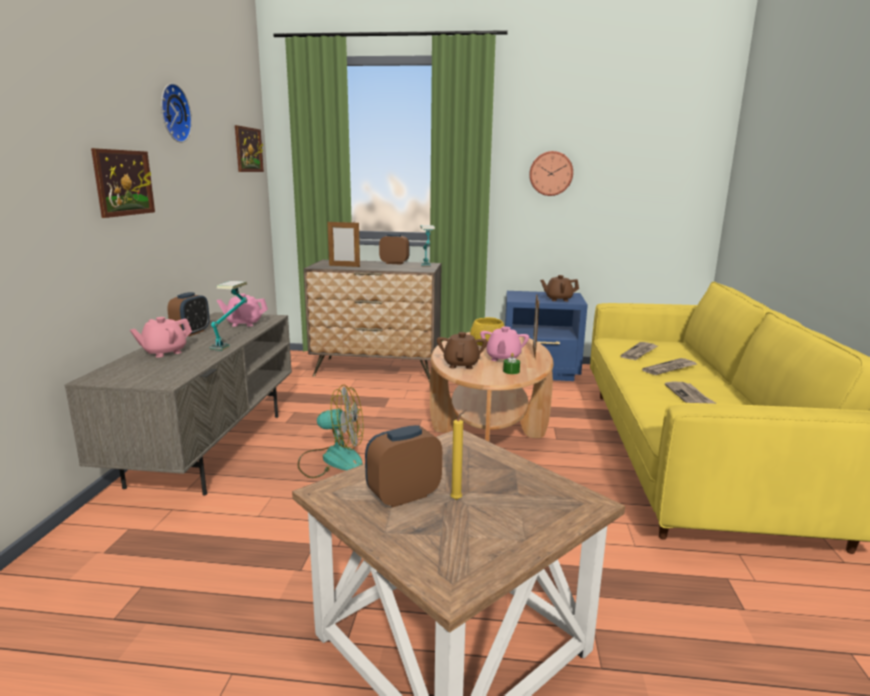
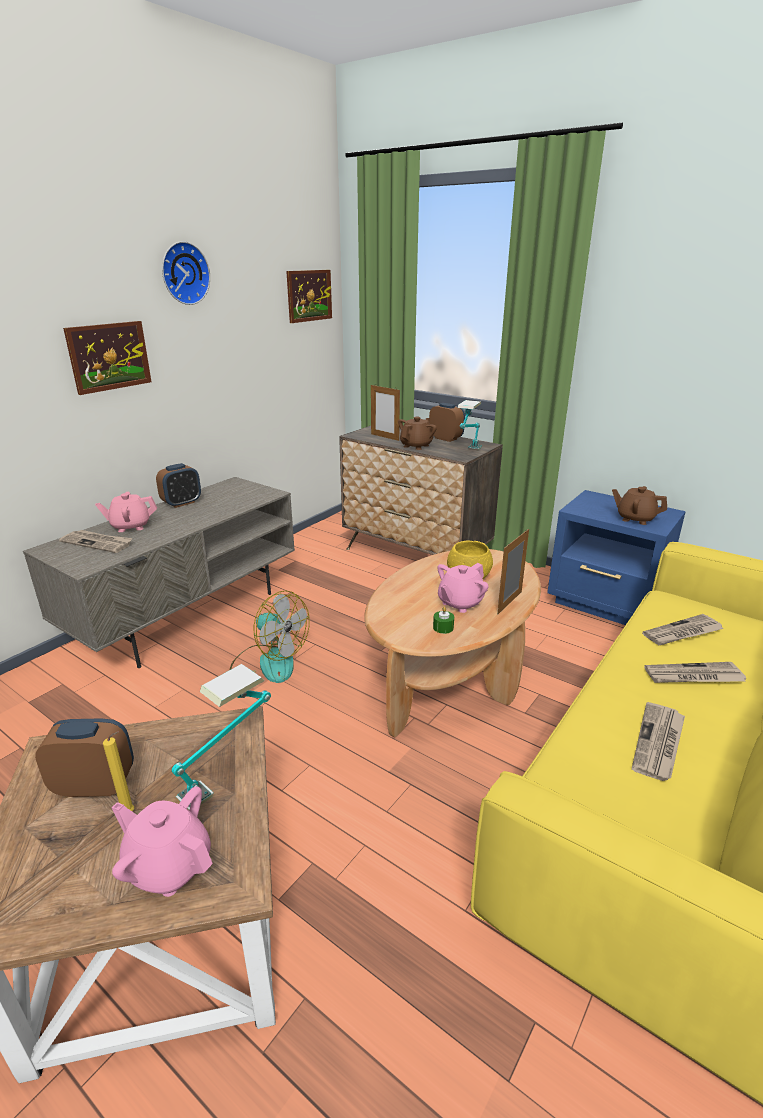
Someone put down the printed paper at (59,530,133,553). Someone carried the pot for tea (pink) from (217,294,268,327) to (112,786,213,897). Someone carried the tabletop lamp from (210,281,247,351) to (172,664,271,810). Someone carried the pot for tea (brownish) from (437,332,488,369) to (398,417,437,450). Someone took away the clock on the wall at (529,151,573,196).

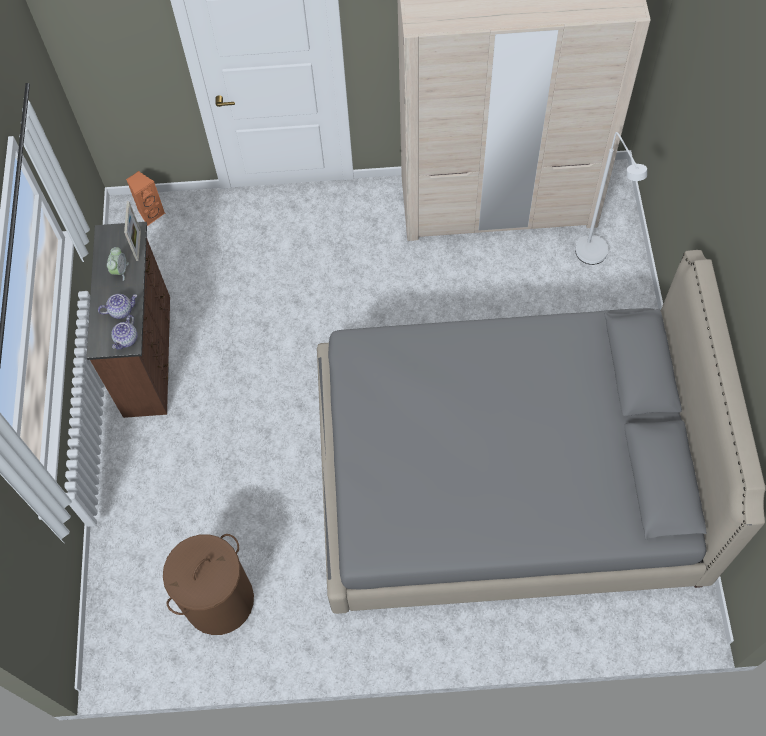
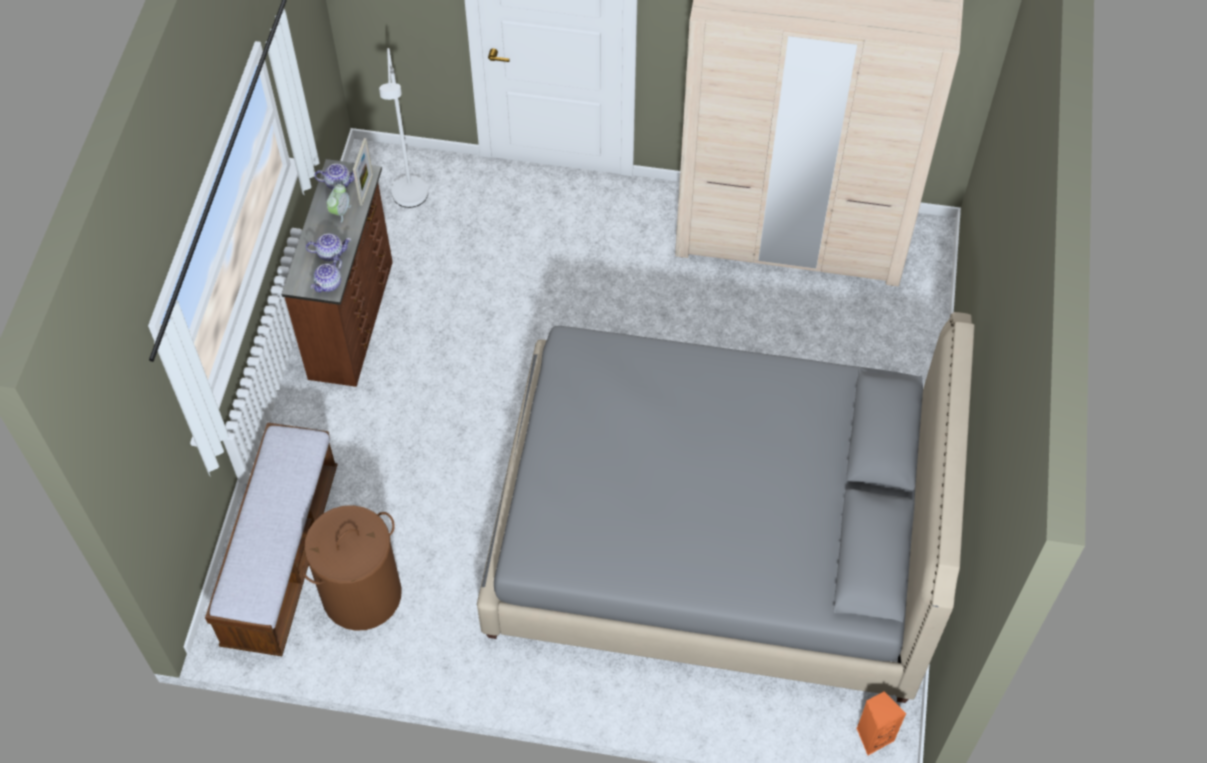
Someone put down the bench at (205,422,338,656). Someone put down the pot for tea at (314,164,355,190). Someone carried the standing lamp (white) from (575,132,647,265) to (379,48,428,208). Someone carried the speaker (orange-coloured) from (126,171,165,226) to (857,691,906,755).

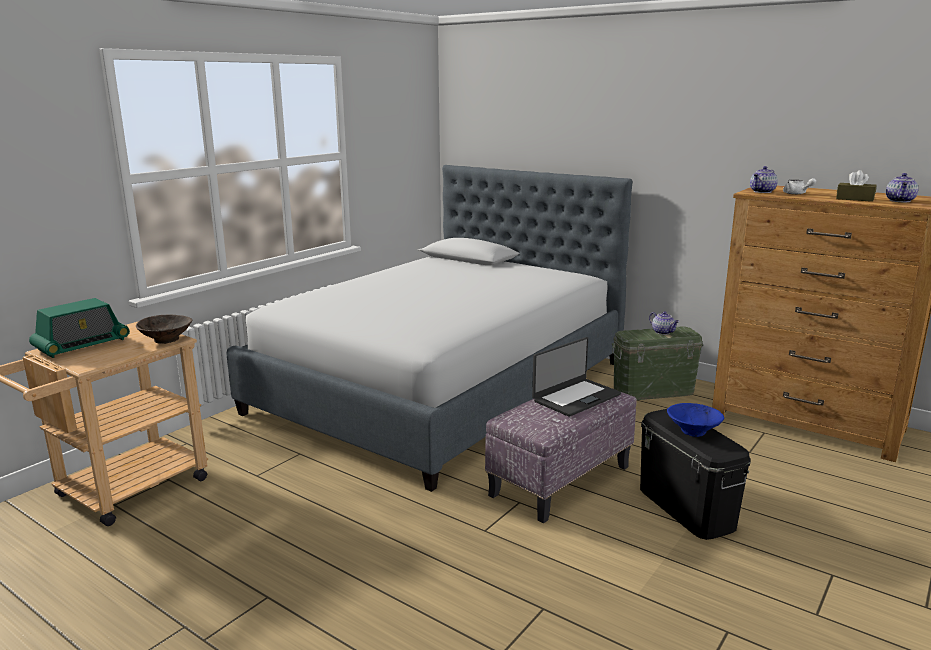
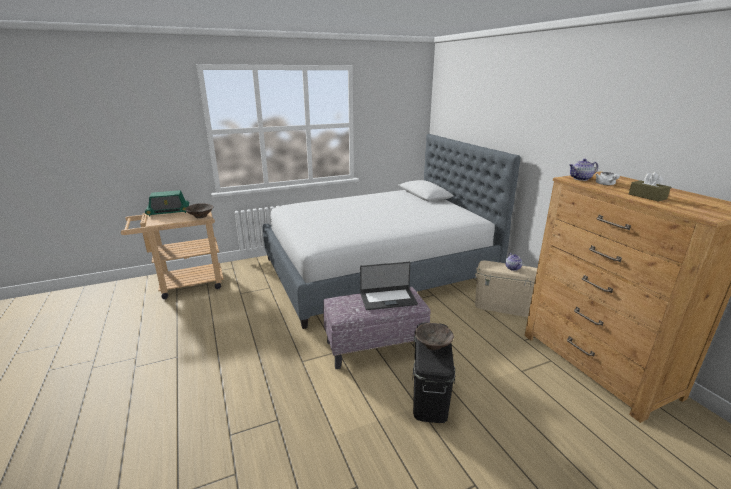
Someone repainted the serving bowl (bluish) at (667,403,724,437), which became the serving bowl (brownish) at (415,323,454,350). Someone repainted the storage box (greenish) at (612,327,703,400), which became the storage box (beige-coloured) at (475,261,537,317). Someone took away the pot for tea at (886,173,918,202).

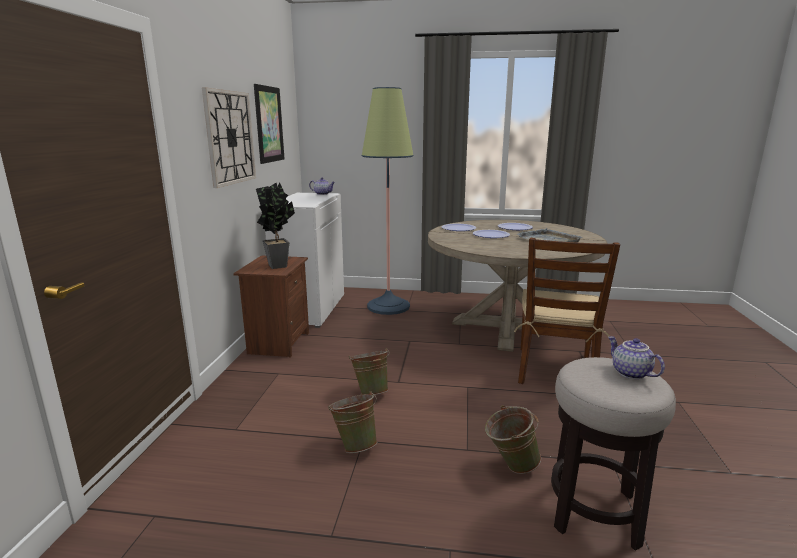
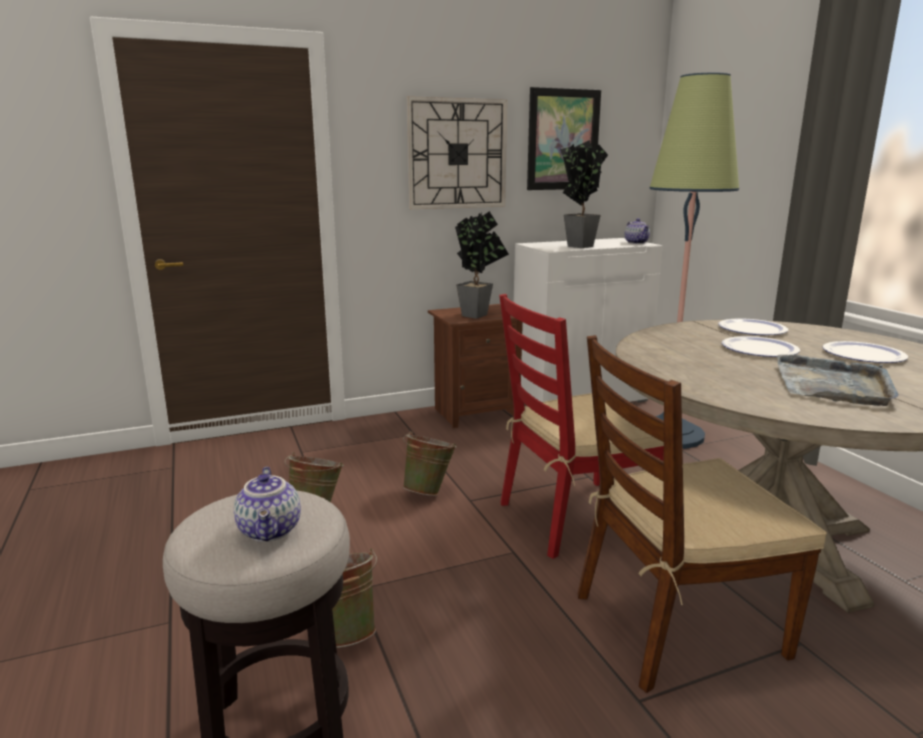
Someone rotated the pot for tea at (608,336,665,379) by 135 degrees clockwise. Someone put down the plain chair (red-coloured) at (499,294,664,559). Someone put down the houseplant at (560,140,608,248).

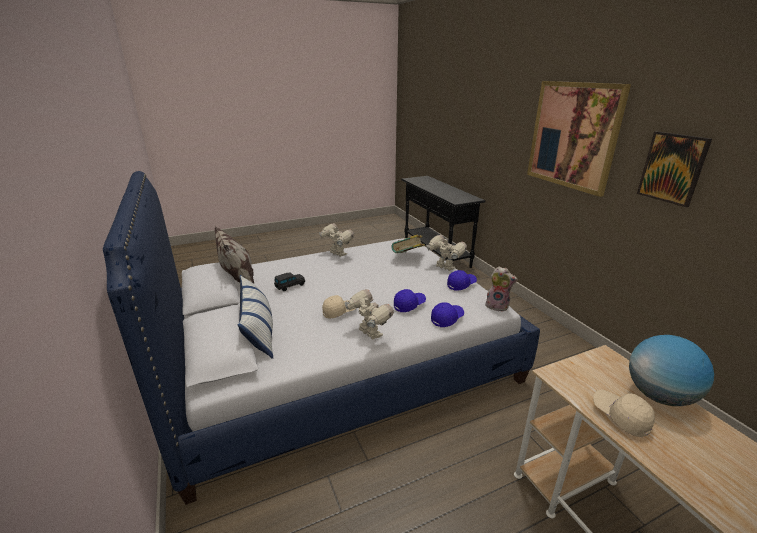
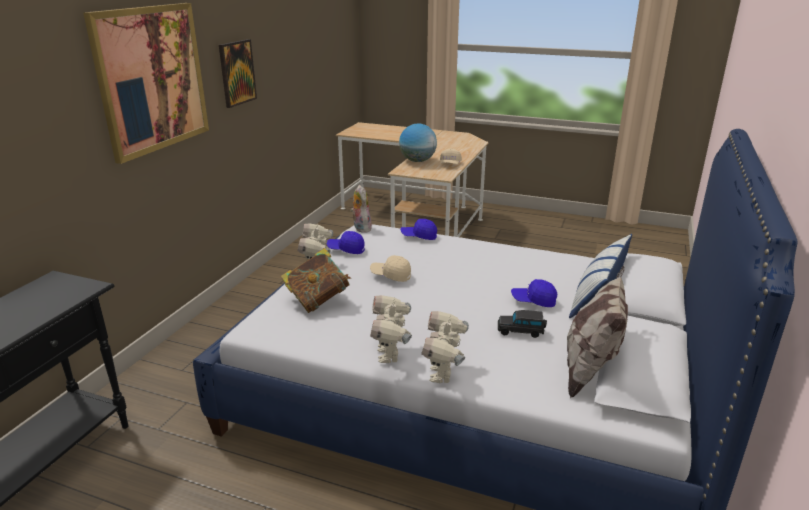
Someone carried the cap (beige-coloured) from (322,295,356,319) to (370,255,411,282). Someone carried the toy robot from (345,289,394,340) to (421,311,469,383). Someone carried the cap (bluish) from (394,289,426,312) to (511,279,557,307).

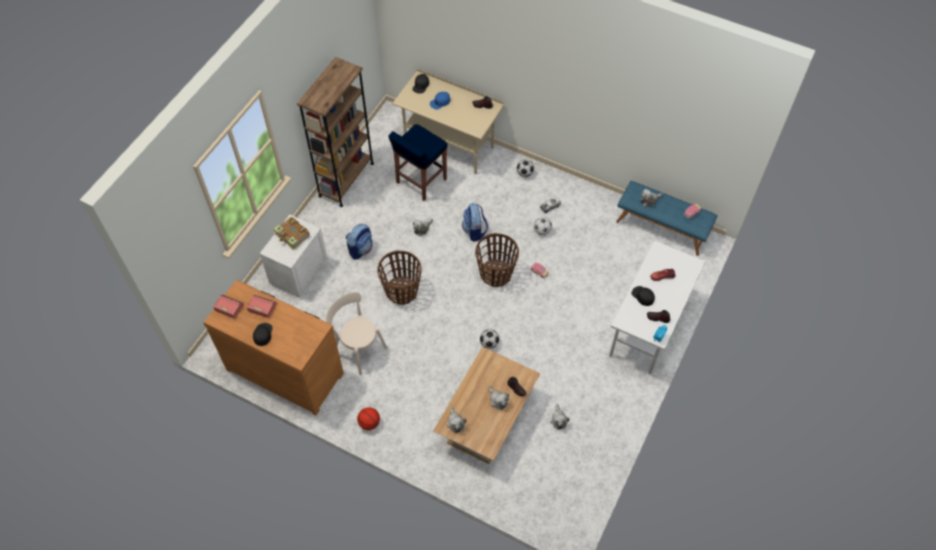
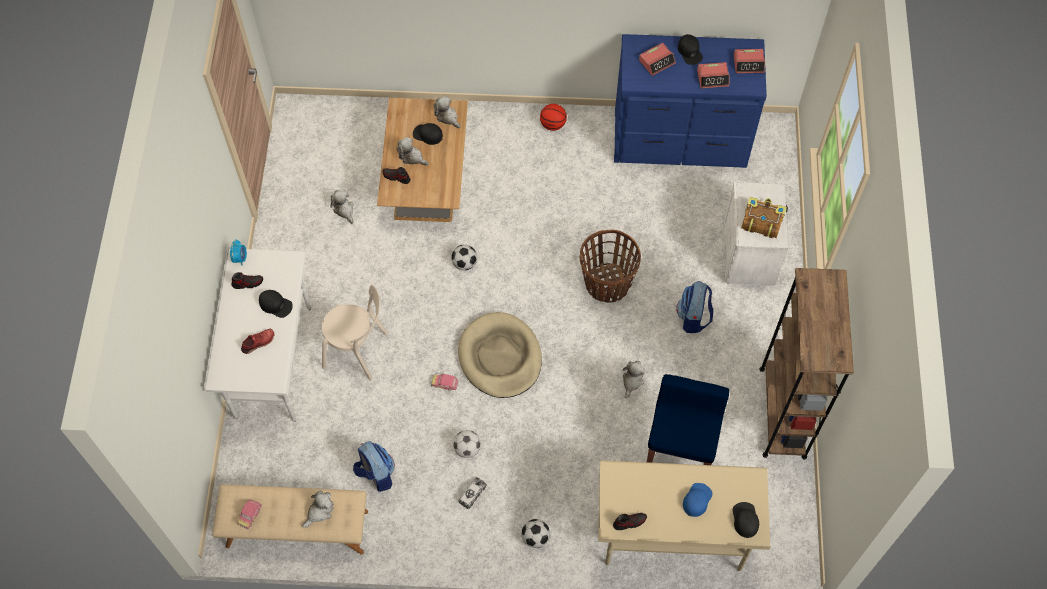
Someone repainted the bench (bluish) at (616,181,718,256), which became the bench (beige-coloured) at (212,484,368,555). Someone carried the plain chair (beige-coloured) from (325,292,387,375) to (322,285,388,381). Someone carried the rucksack from (462,203,488,242) to (353,441,395,492). Someone put down the cap (black-coloured) at (413,123,443,145). Someone swapped the household basket at (475,233,519,287) for the dog bed (beige-coloured) at (458,312,542,398). Someone repainted the drawer chest (brownish) at (203,280,344,416), which became the drawer chest (bluish) at (614,34,767,168). Someone put down the table clock at (639,43,676,76).

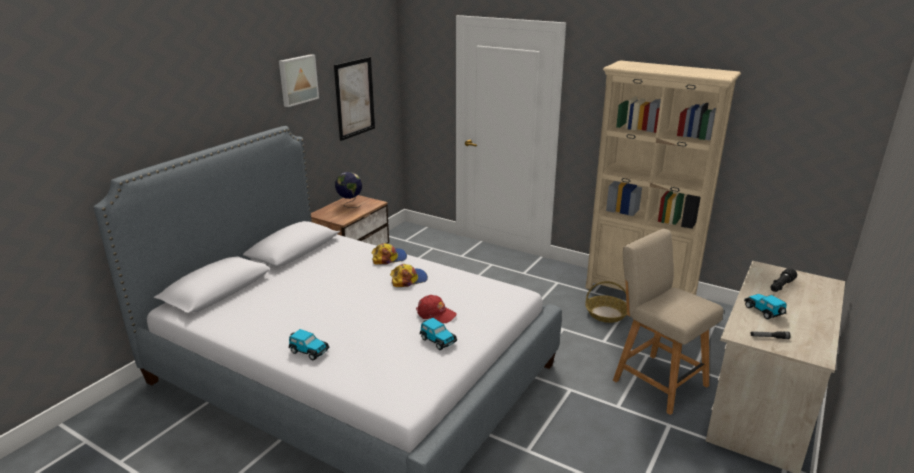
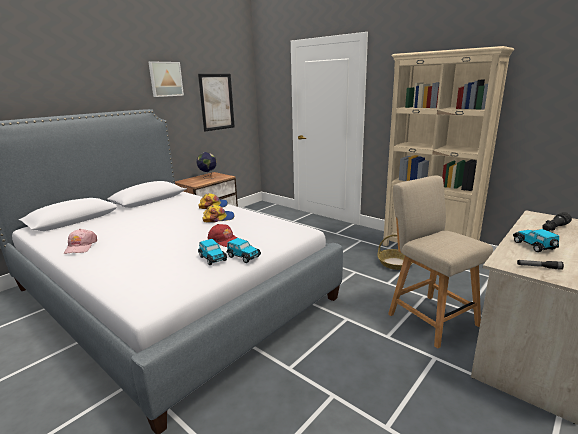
Someone put down the cap (pink) at (64,229,97,254). Someone carried the model car from (289,329,329,360) to (226,238,261,263).

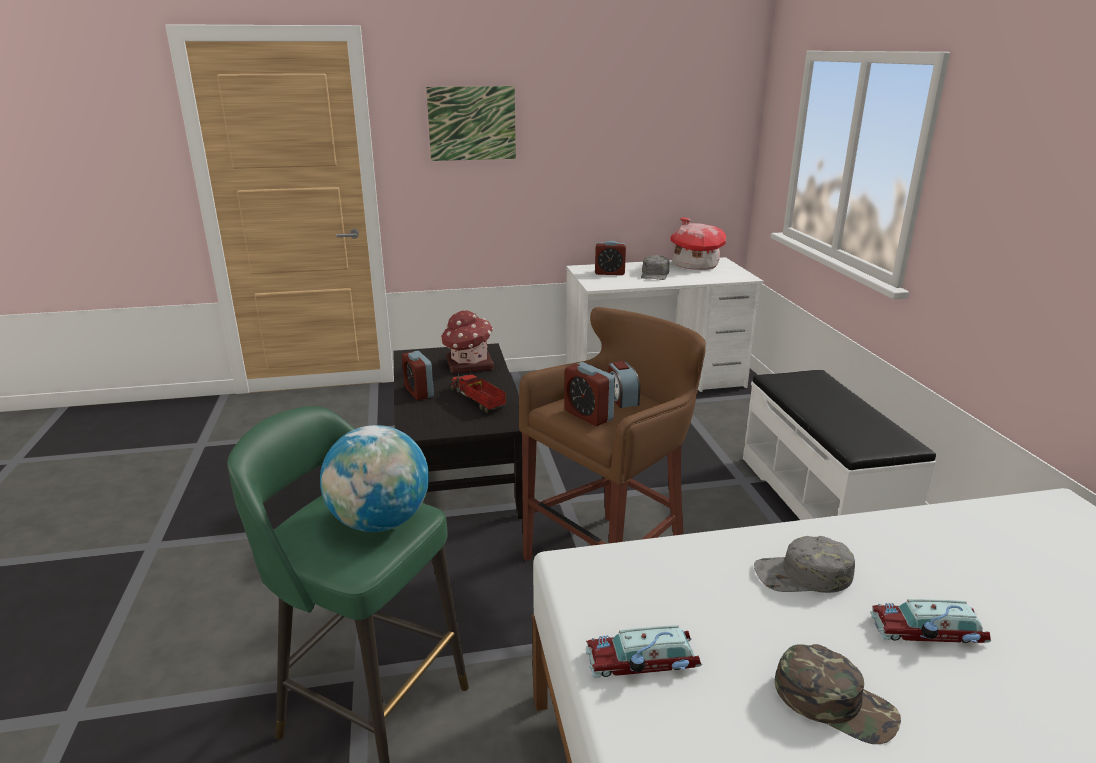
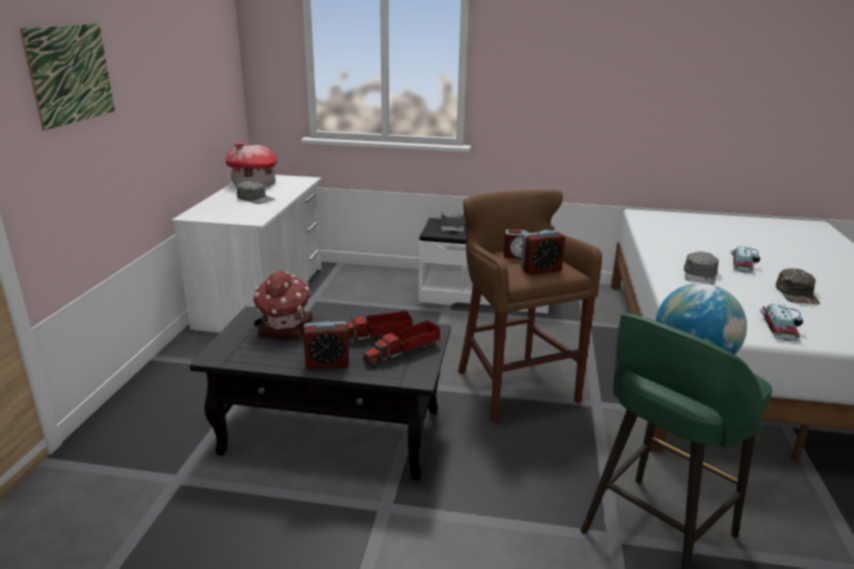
Someone put down the toy truck at (363,321,440,368). Someone put down the cap (grey) at (440,208,465,232). Someone rotated the cap (greenish) at (775,644,901,744) by 135 degrees clockwise. Someone took away the table clock at (595,241,626,275).

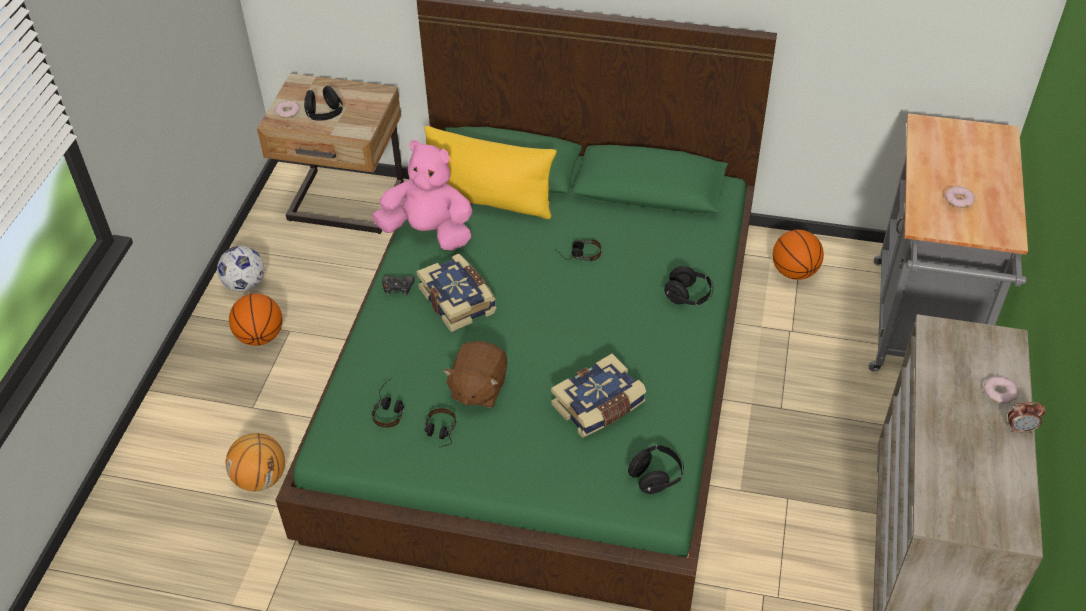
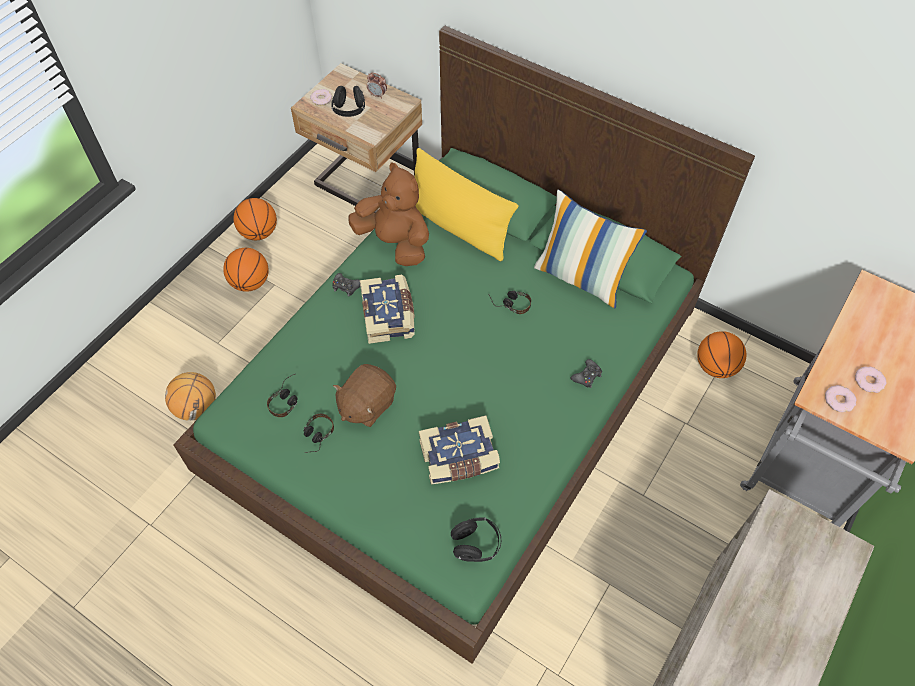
Someone swapped the football at (217,246,264,292) for the basketball at (233,198,277,240). Someone repainted the soft toy (pink) at (372,140,473,250), which became the soft toy (brownish) at (348,163,429,266). Someone carried the table clock from (1008,402,1046,433) to (367,73,387,99). Someone put down the pillow at (534,189,647,308). Someone swapped the headphones (black-coloured) at (664,266,714,305) for the game controller (black-coloured) at (570,359,602,388). Someone carried the donut from (984,376,1018,404) to (825,385,856,412).

